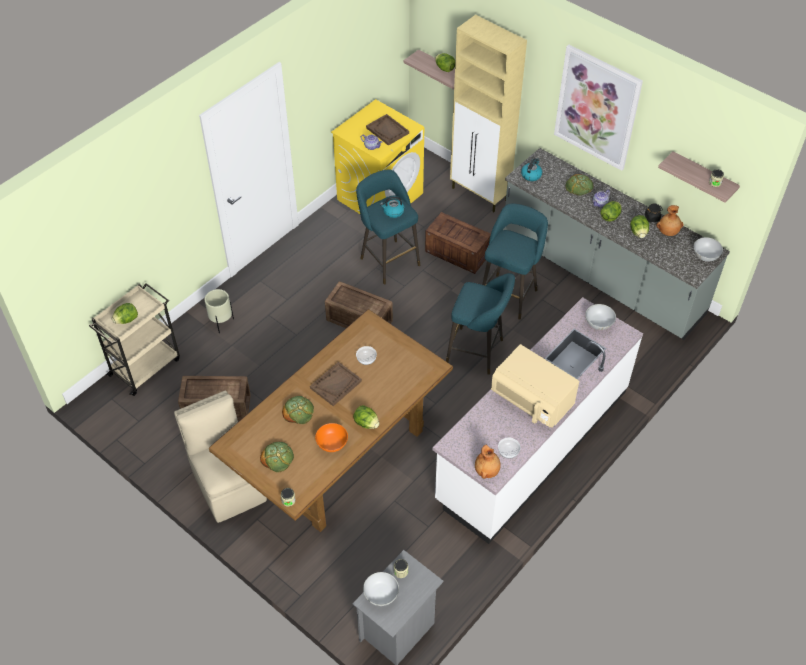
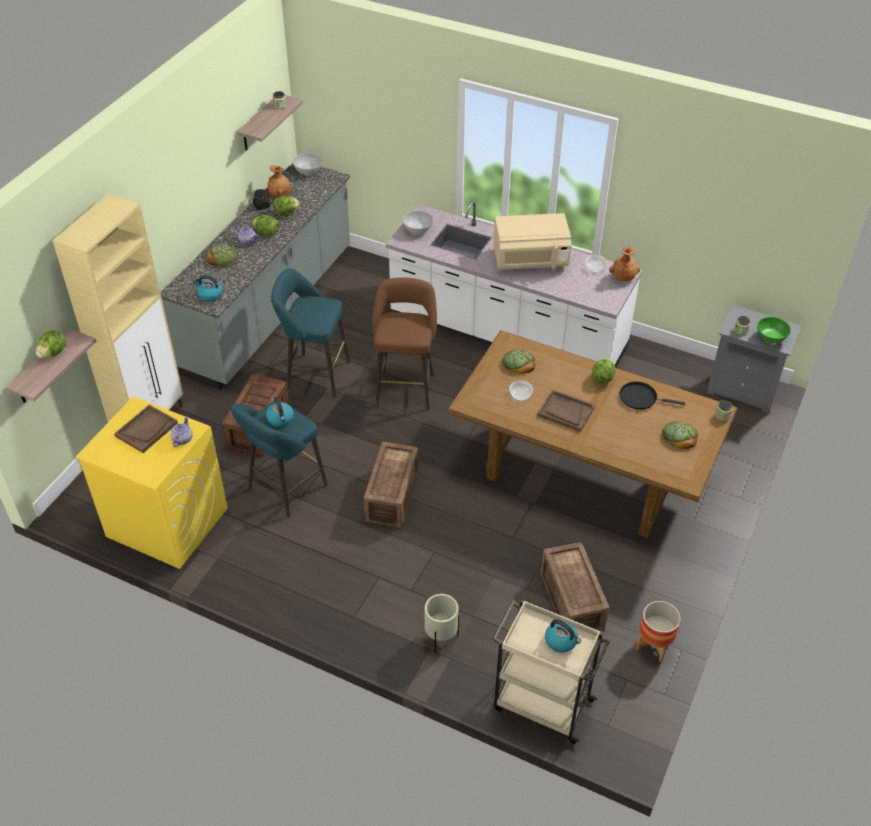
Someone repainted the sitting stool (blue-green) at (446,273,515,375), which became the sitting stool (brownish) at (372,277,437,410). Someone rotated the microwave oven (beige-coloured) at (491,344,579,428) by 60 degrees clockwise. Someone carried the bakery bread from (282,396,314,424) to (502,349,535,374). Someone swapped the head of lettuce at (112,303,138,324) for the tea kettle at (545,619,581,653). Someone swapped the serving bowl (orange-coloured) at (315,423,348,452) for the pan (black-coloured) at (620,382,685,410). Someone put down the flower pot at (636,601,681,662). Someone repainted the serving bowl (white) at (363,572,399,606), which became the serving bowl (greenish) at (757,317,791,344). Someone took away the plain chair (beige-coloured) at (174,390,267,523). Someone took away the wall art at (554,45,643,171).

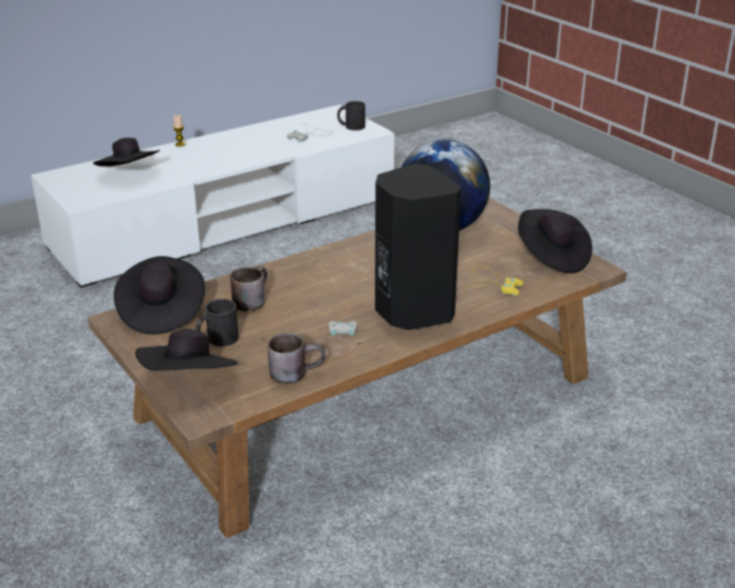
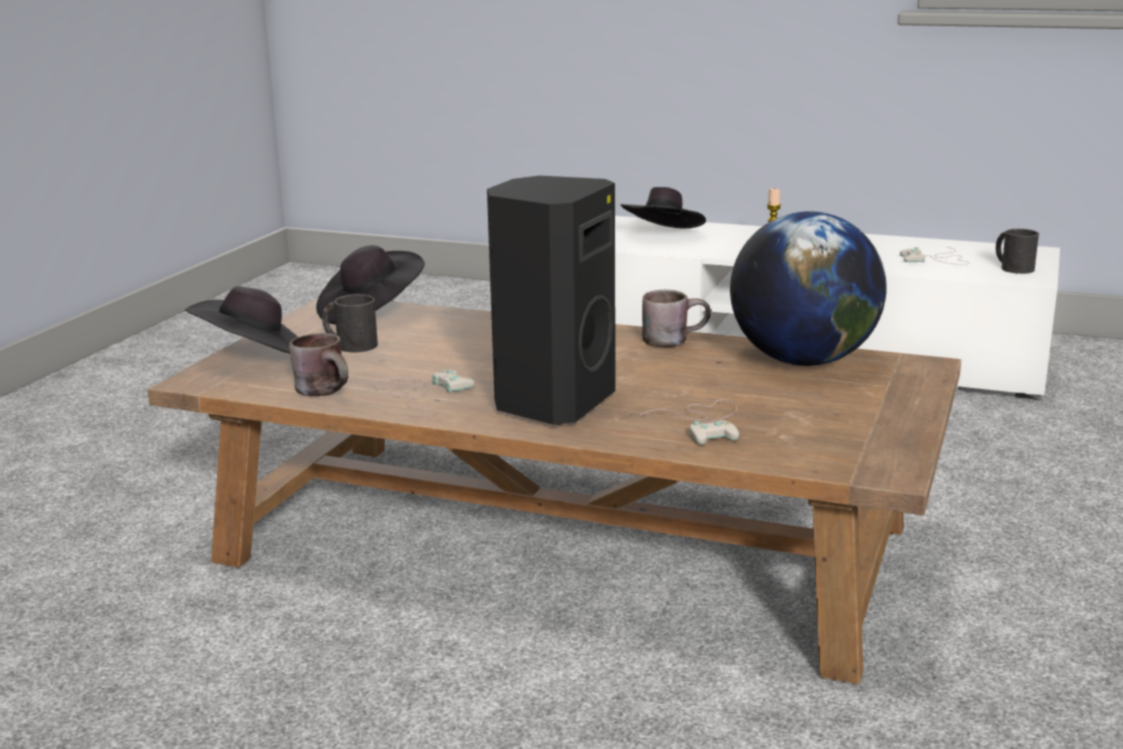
Someone repainted the game controller (yellow) at (464,266,524,296), which became the game controller (white) at (640,399,739,445). Someone carried the tea mug (brownish) from (230,266,267,311) to (642,290,711,347). Someone took away the clothing hat (black-coloured) at (518,209,592,273).

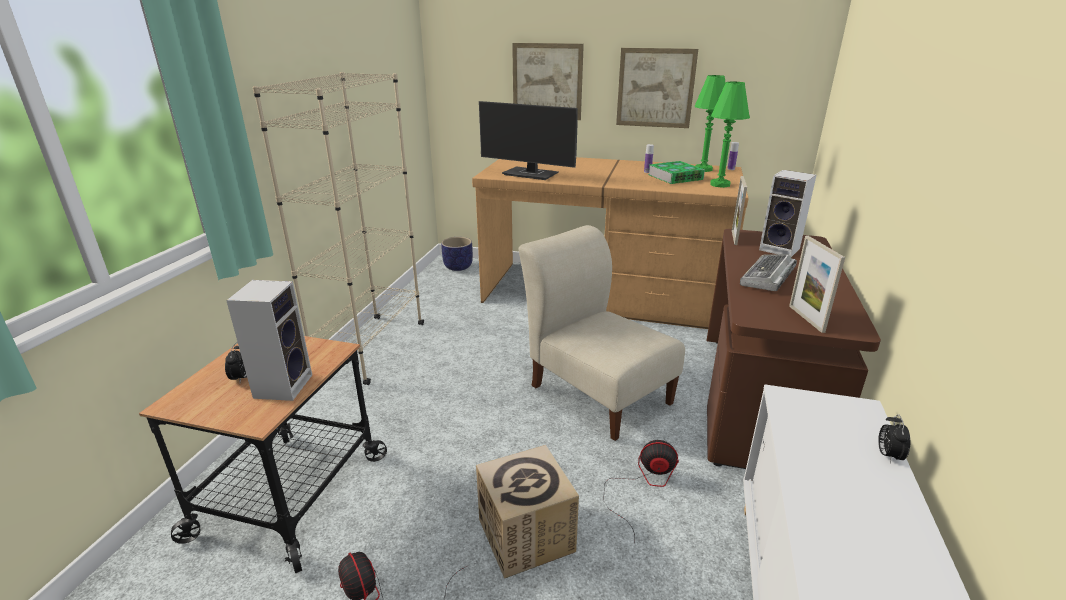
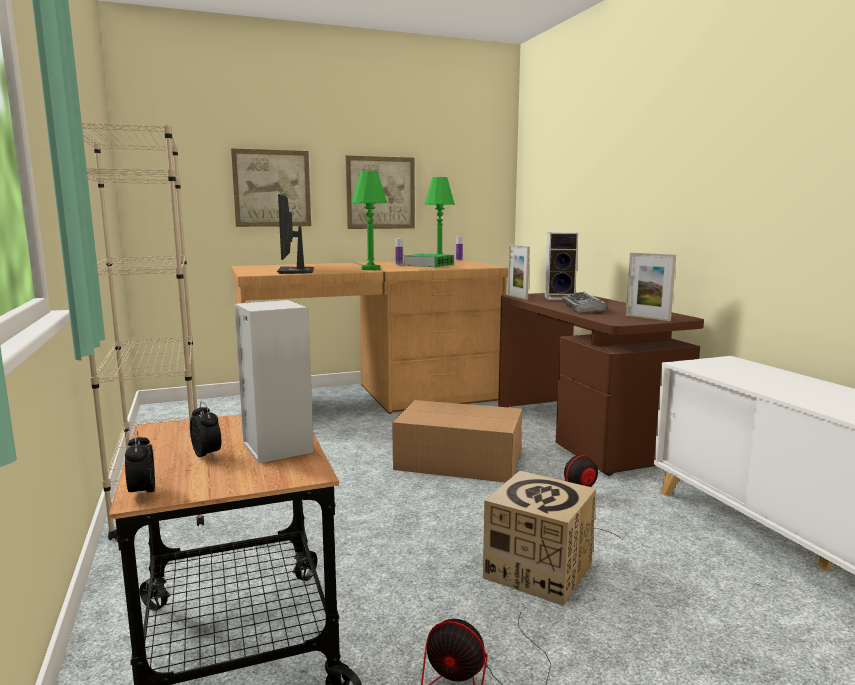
Someone carried the table clock from (878,414,910,464) to (125,431,155,501). Someone rotated the computer screen at (479,101,578,180) by 90 degrees clockwise. Someone carried the tabletop lamp (greenish) from (710,81,750,188) to (352,171,387,270). Someone swapped the plain chair (beige-coloured) at (519,225,685,441) for the carton at (392,400,522,482). Someone took away the flower pot at (441,237,473,271).

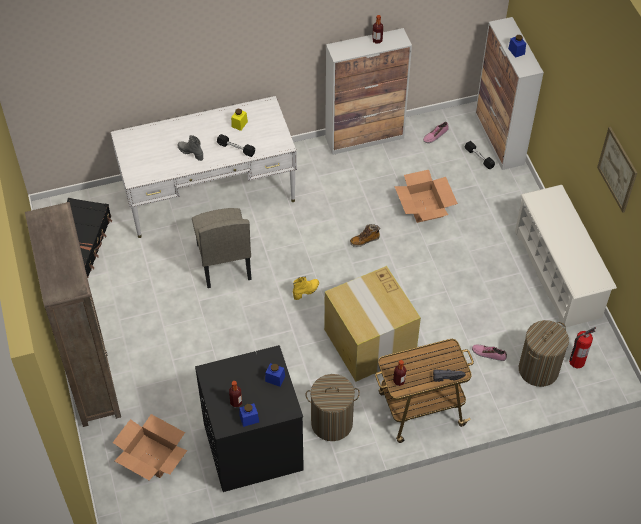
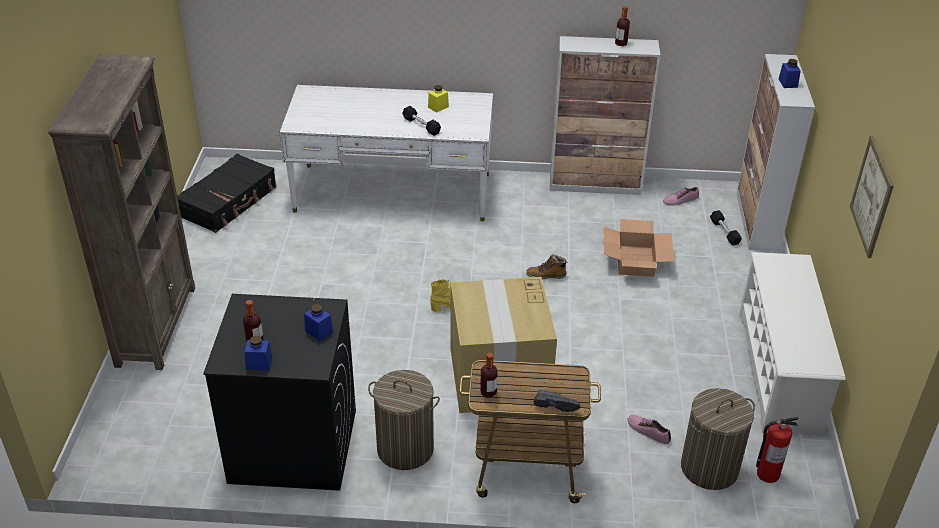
Someone took away the carton at (113,414,188,480). Someone took away the boot (grey) at (177,135,203,161). Someone took away the plain chair (beige-coloured) at (192,208,252,288).

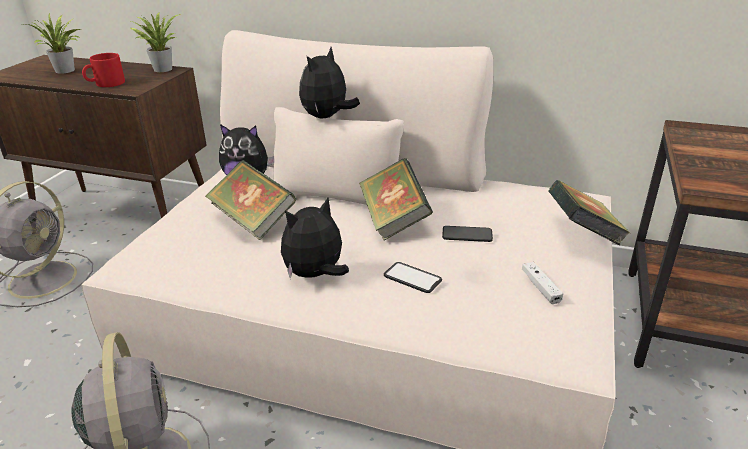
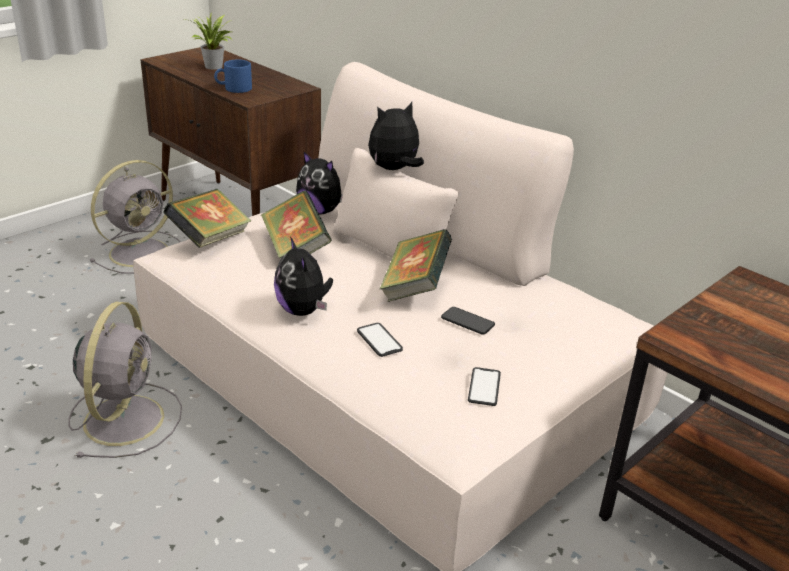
Someone carried the book from (549,180,630,245) to (164,189,251,248). Someone repainted the tea mug (red-coloured) at (82,53,125,87), which became the tea mug (bluish) at (214,60,252,93). Someone rotated the soft toy at (281,198,349,279) by 105 degrees counterclockwise. Someone swapped the game controller (white) at (522,262,563,304) for the telephone at (468,367,501,406). Someone took away the houseplant at (131,12,181,72).

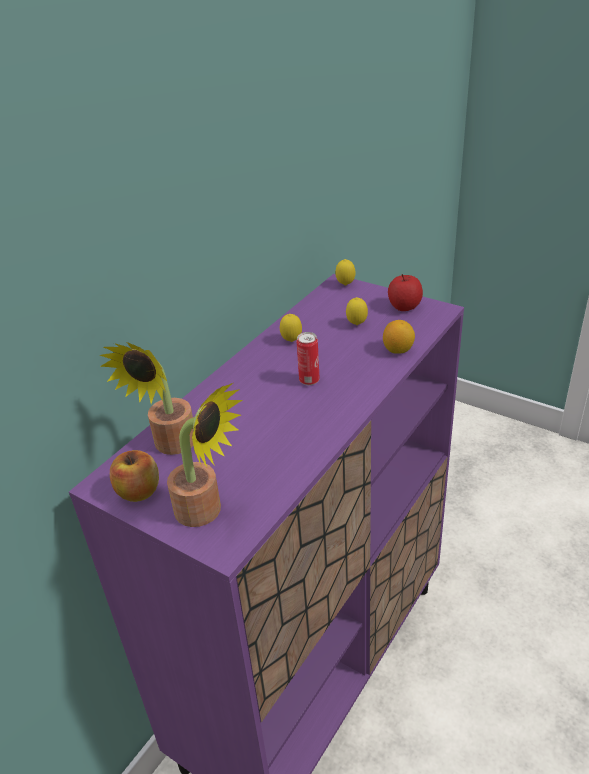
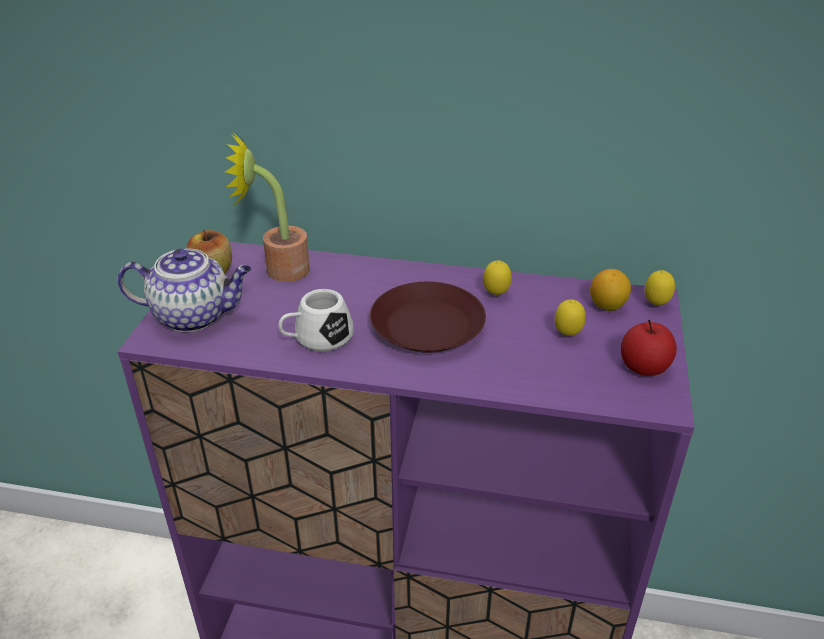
Someone swapped the houseplant at (167,383,243,527) for the pot for tea at (117,248,252,332). Someone put down the tea mug (white) at (279,289,354,351). Someone swapped the sealed can at (297,332,320,385) for the dinner plate (brownish) at (370,282,486,353). Someone carried the whole lemon from (383,320,415,354) to (590,269,631,311).

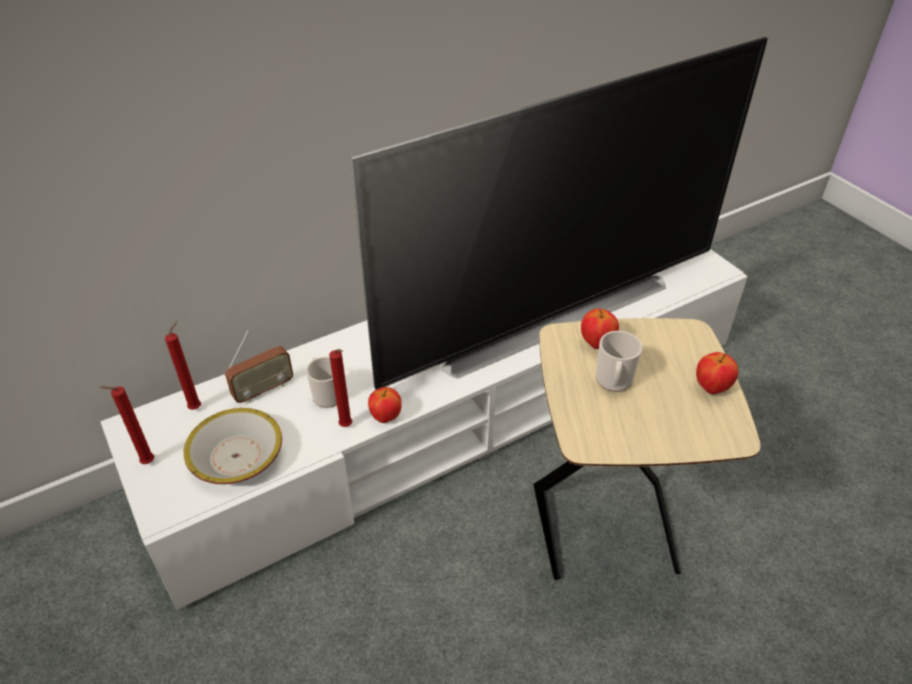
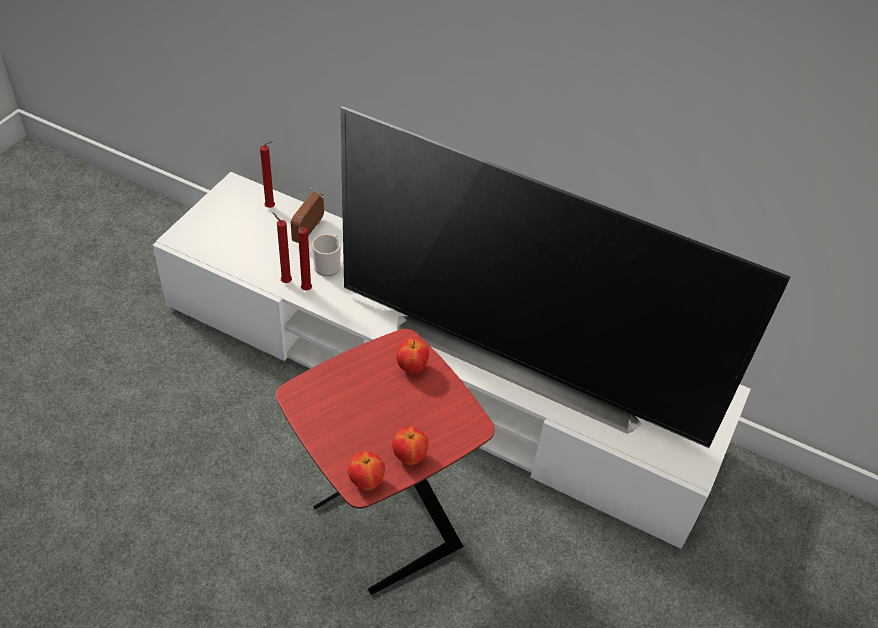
Someone carried the candle (red-coloured) from (100,386,154,464) to (272,212,292,283). Someone repainted the accent table (beige-coloured) at (533,318,761,580), which became the accent table (red-coloured) at (276,329,495,595). Someone rotated the radio at (225,330,293,403) by 90 degrees clockwise. Someone carried the whole apple from (368,387,402,423) to (348,451,385,490). Someone took away the serving bowl at (184,408,282,484). Someone took away the tea mug at (596,331,642,392).

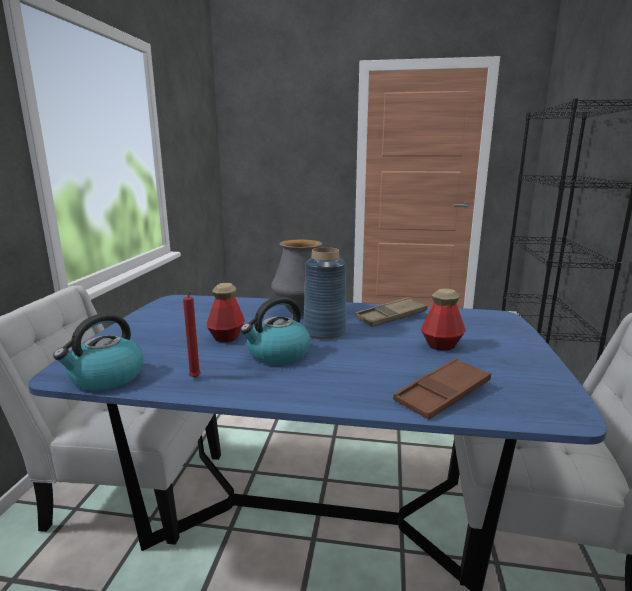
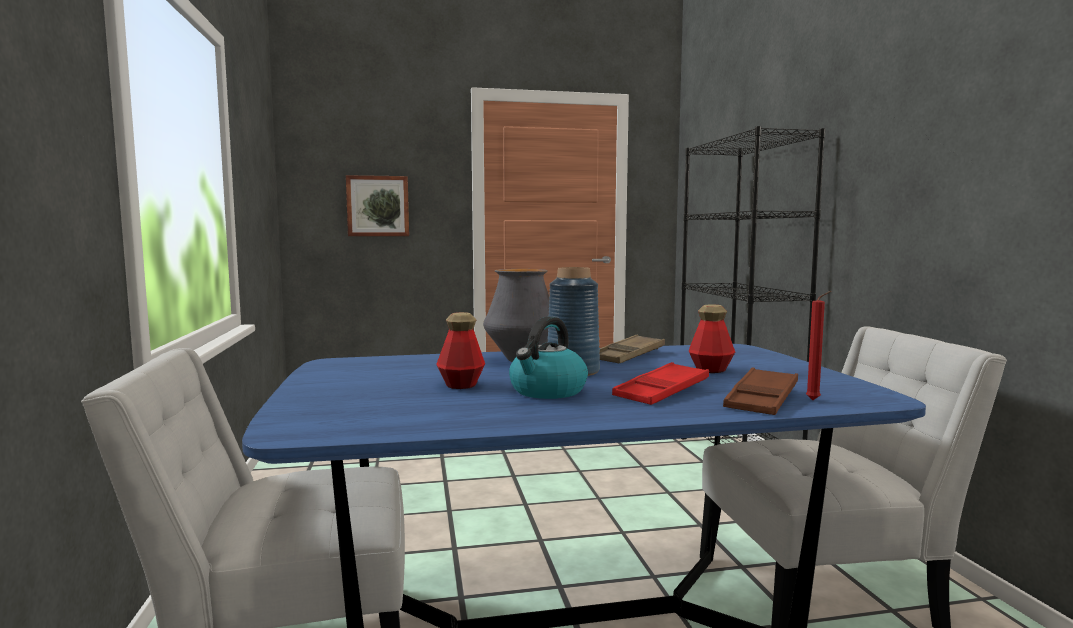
Someone put up the wall art at (346,175,409,236). Someone put down the serving tray (red-coloured) at (612,362,709,405). Someone carried the candle (red-coloured) from (183,291,201,378) to (806,291,831,400). Someone took away the tea kettle at (53,313,143,391).

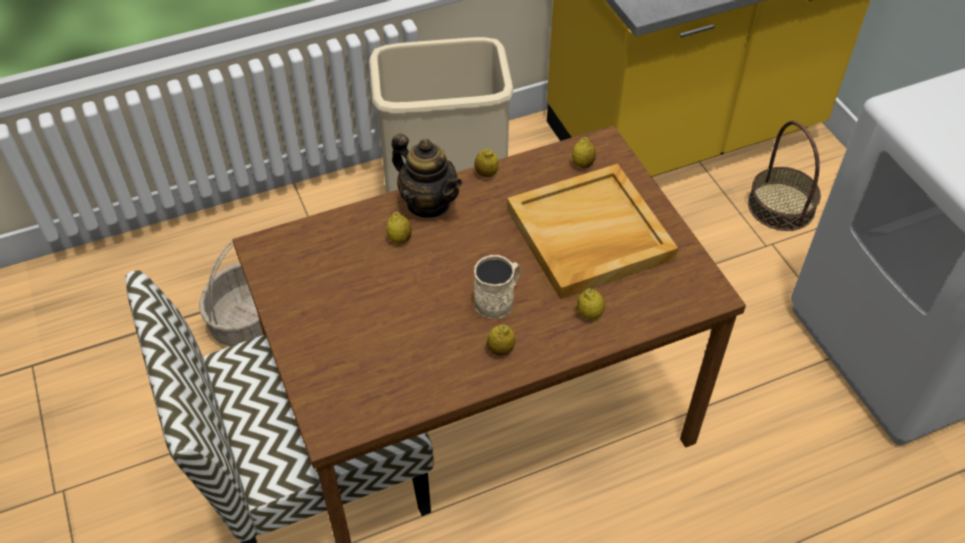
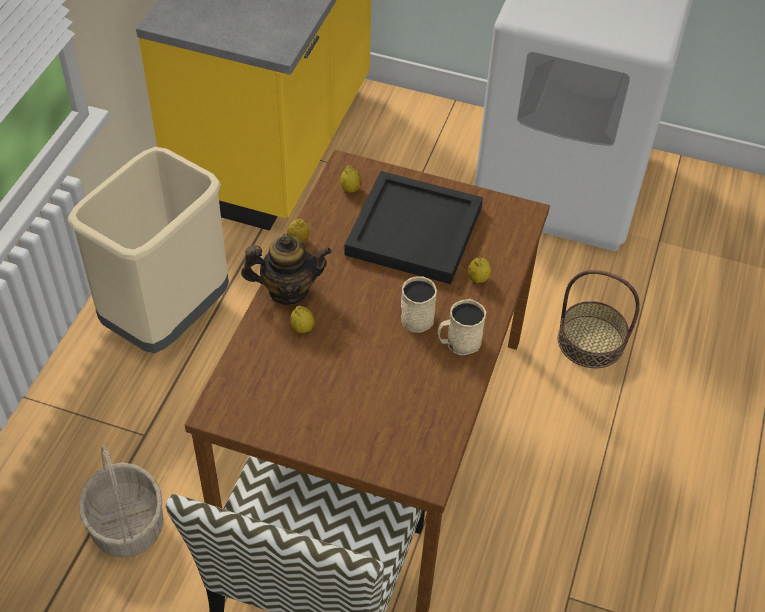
Someone repainted the serving tray (beige-coloured) at (507,164,678,299), which became the serving tray (black-coloured) at (344,171,483,284). Someone swapped the whole lemon at (487,324,515,356) for the tea mug (beige-coloured) at (438,299,486,355). Someone carried the household basket from (748,121,821,231) to (558,270,640,368).

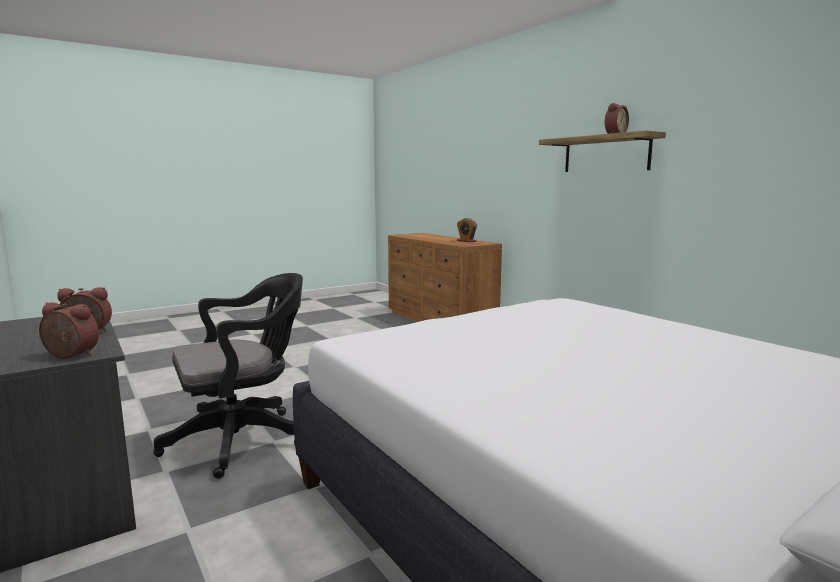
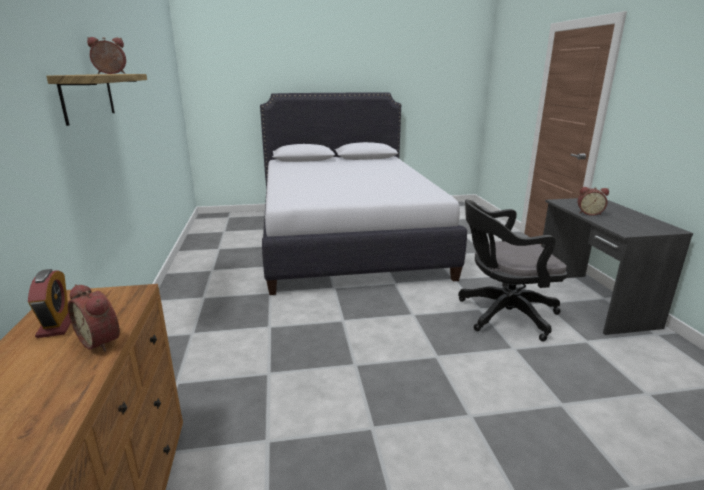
Someone carried the table clock from (39,302,99,359) to (68,284,120,352).

